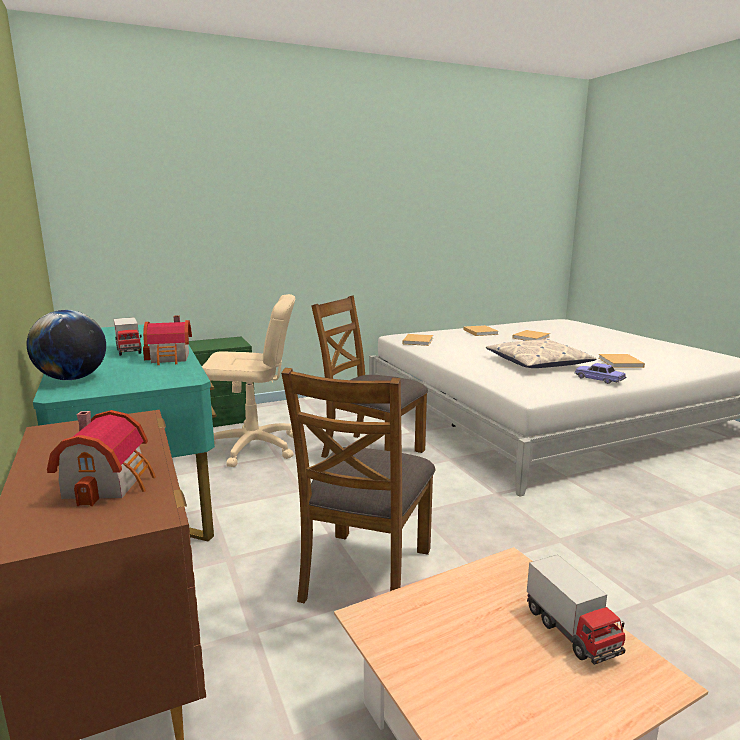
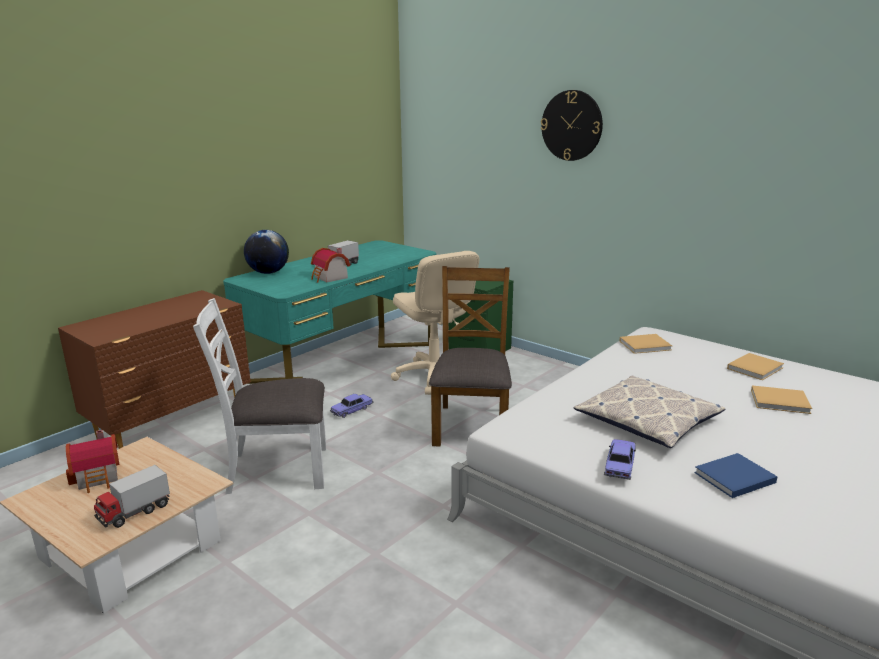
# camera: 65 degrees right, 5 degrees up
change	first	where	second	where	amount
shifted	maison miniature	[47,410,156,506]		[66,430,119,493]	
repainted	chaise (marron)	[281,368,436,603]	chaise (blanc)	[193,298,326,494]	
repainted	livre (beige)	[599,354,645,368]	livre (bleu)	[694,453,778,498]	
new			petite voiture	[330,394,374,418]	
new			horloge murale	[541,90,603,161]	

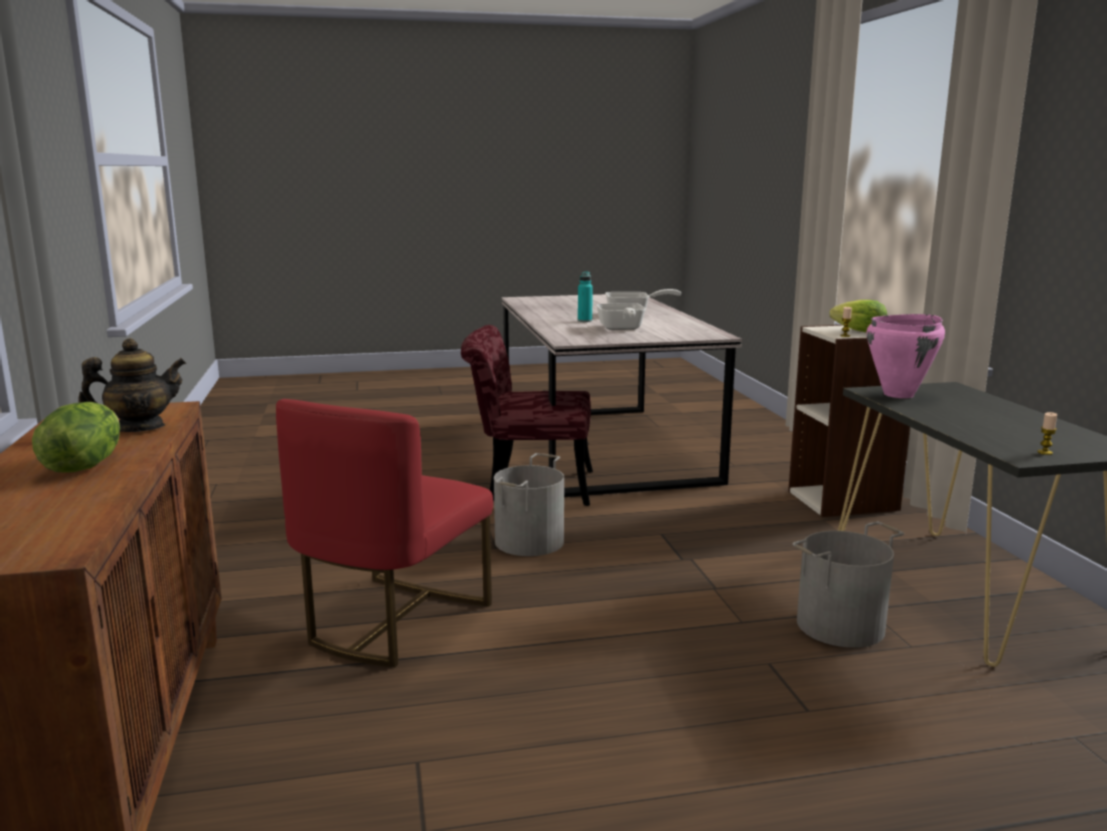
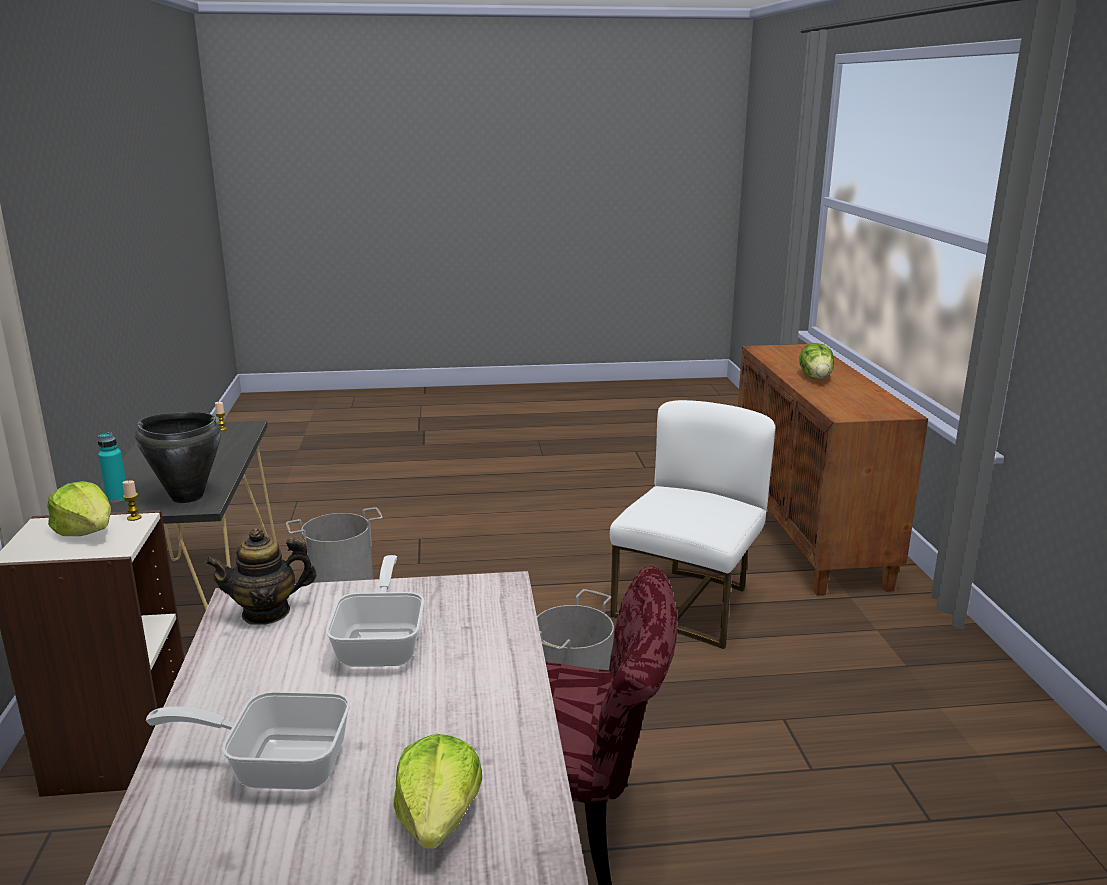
# camera: 175 degrees left, 5 degrees up
change	first	where	second	where	amount
shifted	théière	[79,338,186,432]		[205,528,316,625]	
repainted	chaise (rouge)	[276,399,493,668]	chaise (blanc)	[610,400,775,649]	
shifted	bouteille (turquoise)	[578,271,593,322]		[98,432,126,503]	
repainted	marmite (rose)	[866,314,945,398]	marmite (noir)	[135,412,221,503]	
new			laitue	[393,734,482,849]	

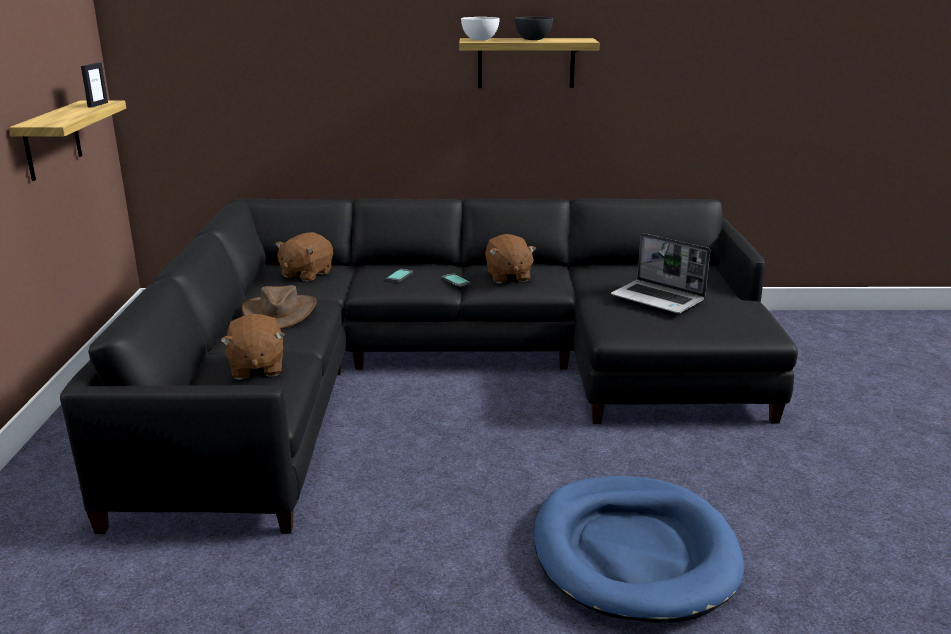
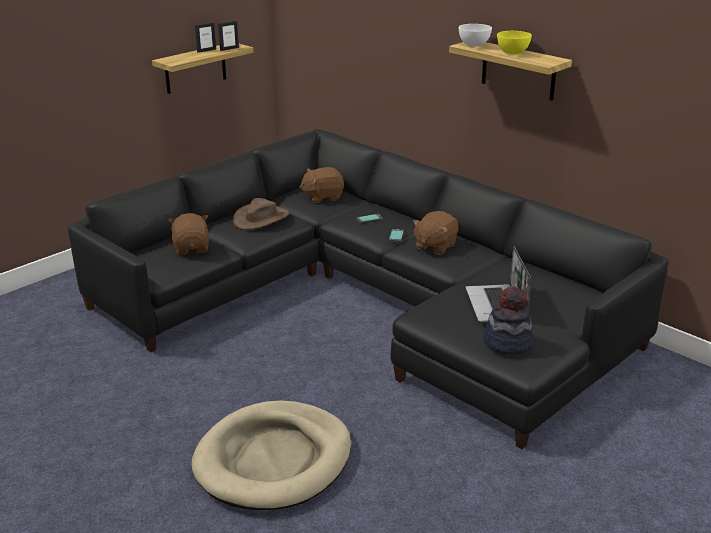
# camera: 45 degrees right, 5 degrees up
change	first	where	second	where	amount
rotated	peluche (marron)	[220,314,285,380]		[168,213,209,255]	135 degrees clockwise
repainted	bol (gris)	[515,17,553,40]	bol (jaune)	[497,31,532,54]	
repainted	panier pour chien (bleu)	[534,476,744,623]	panier pour chien (beige)	[191,401,351,510]	
new			cadre photo	[195,22,216,53]	
new			chapeau	[483,286,533,355]	

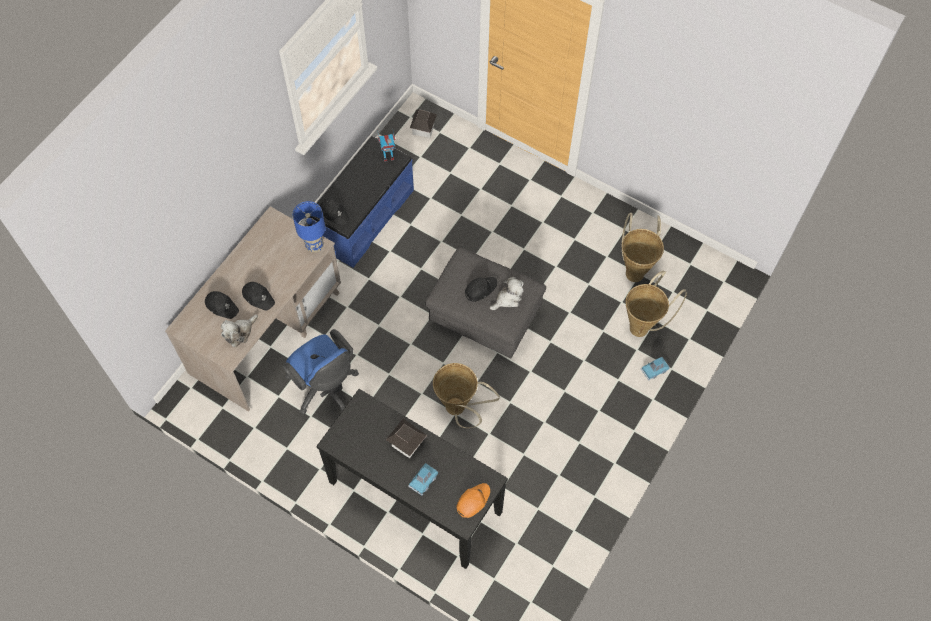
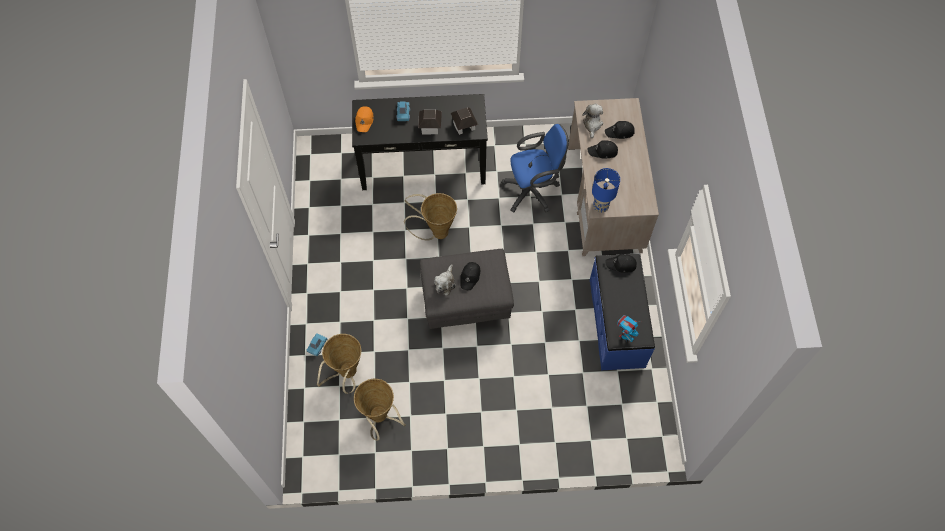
# camera: 145 degrees right, 0 degrees up
change	first	where	second	where	amount
rotated	chaise de bureau (bleu)	[283,329,359,415]		[501,124,569,212]	150 degrees clockwise
shifted	maison miniature	[410,109,437,138]		[451,108,478,135]	

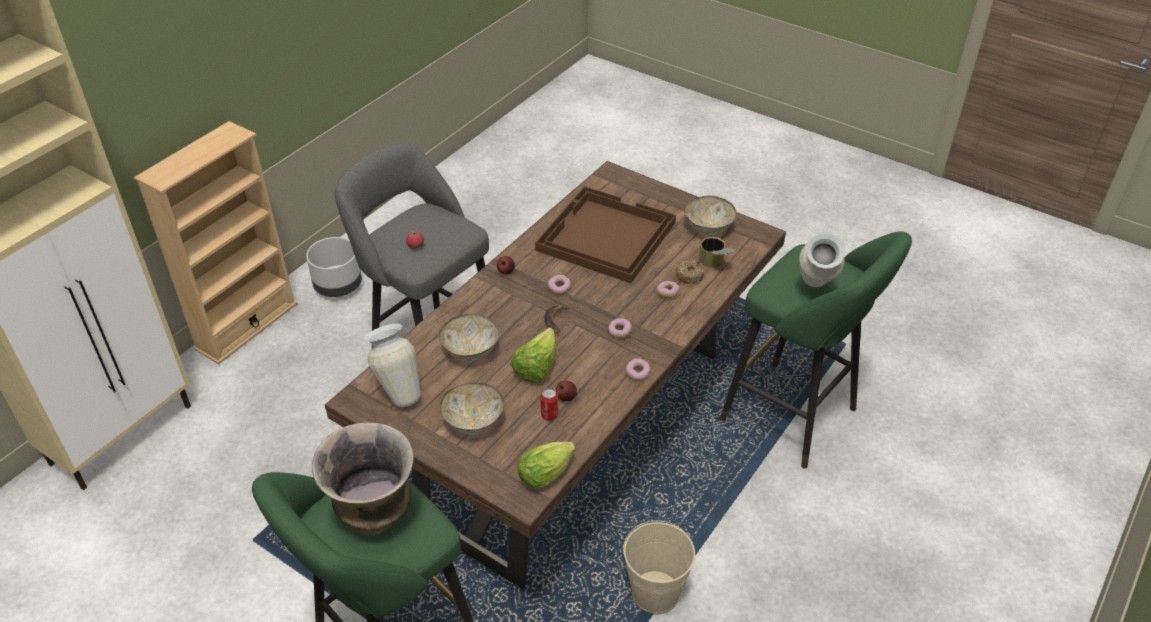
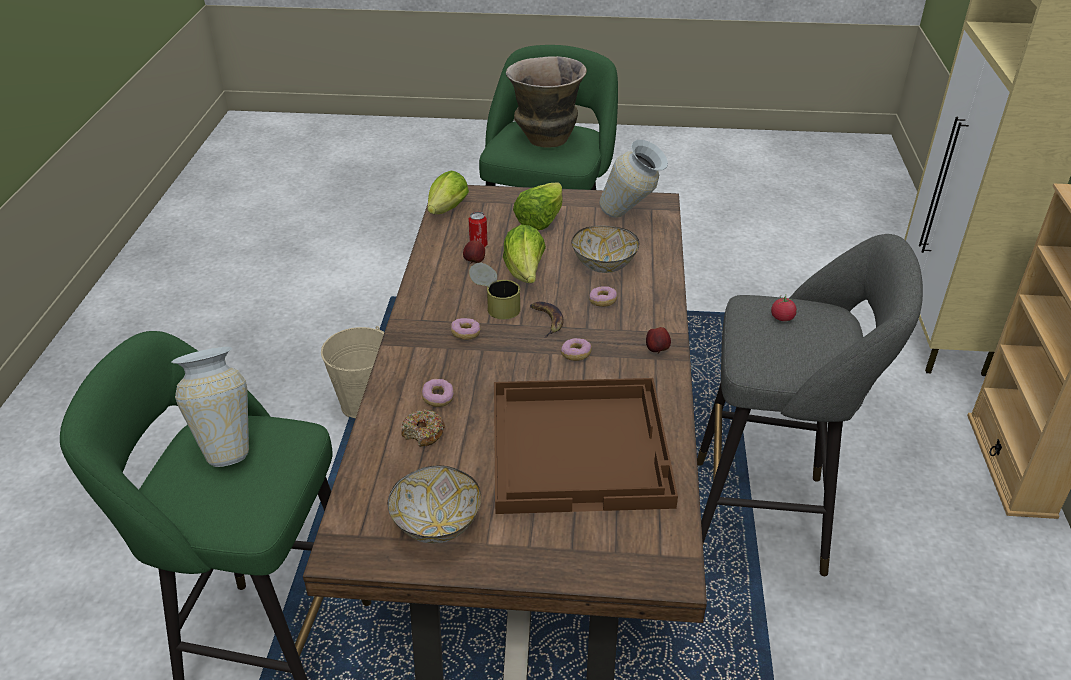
# camera: 150 degrees right, 5 degrees down
change	first	where	second	where	amount
gone	cache-pot (gris)	[306,237,362,297]			
swapped	bol	[440,383,504,434]	laitue	[513,182,563,230]	
shifted	beignet	[626,359,650,381]		[589,287,617,307]	
shifted	boîte métallique	[699,237,735,267]		[469,263,521,320]	

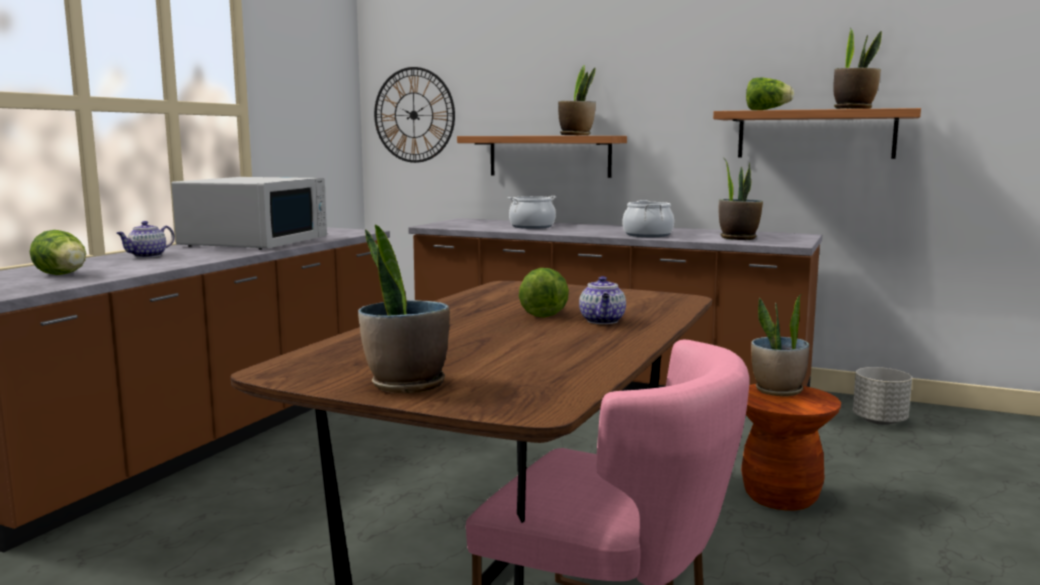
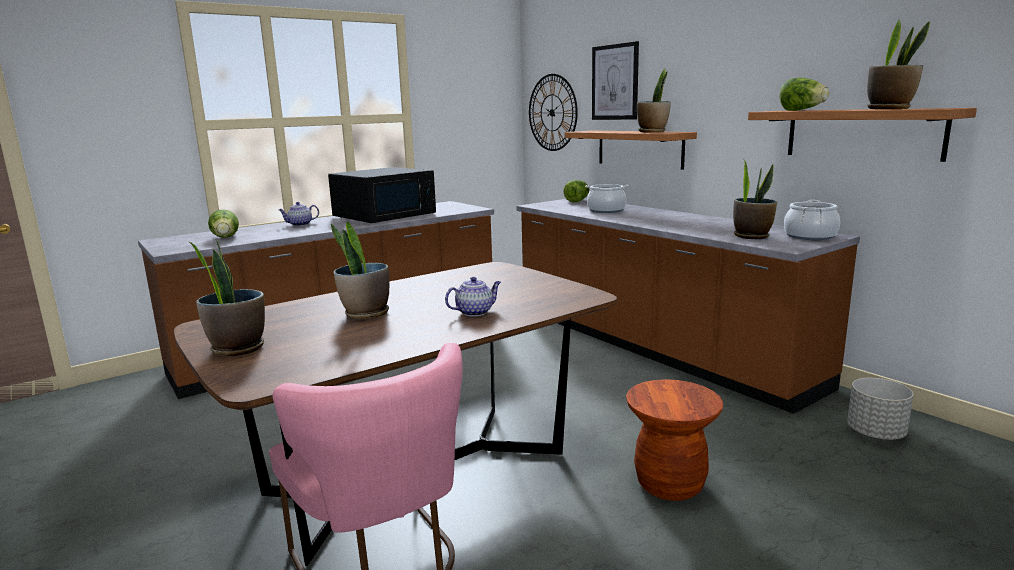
# camera: 30 degrees right, 5 degrees up
change	first	where	second	where	amount
repainted	micro-ondes (blanc)	[171,177,327,250]	micro-ondes (noir)	[328,167,436,223]	
shifted	laitue	[519,268,569,318]		[564,180,589,202]	
rotated	théière	[579,276,626,324]		[445,277,501,316]	150 degrees counterclockwise
shifted	marmite	[623,200,674,237]		[784,200,840,240]	
shifted	plante en pot	[751,294,809,396]		[331,221,389,319]	
new			tableau	[592,41,639,120]	

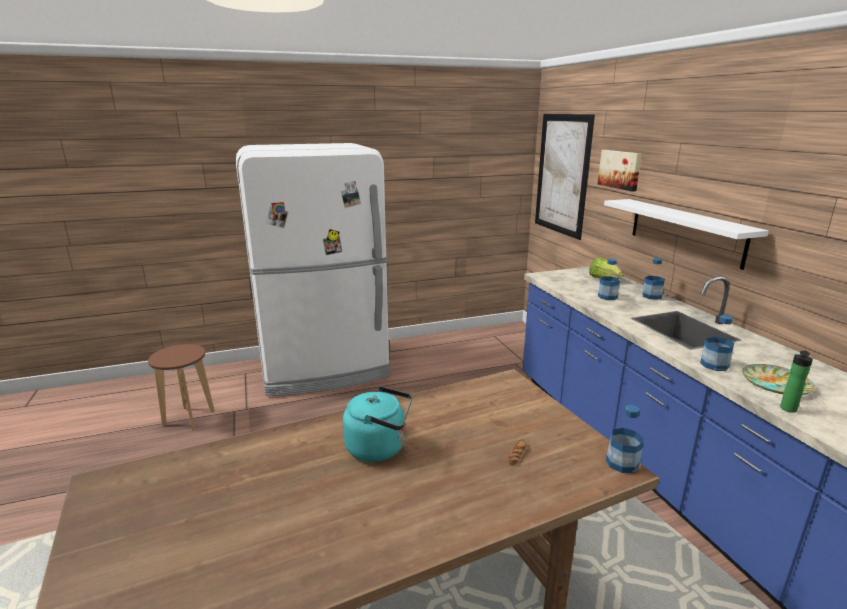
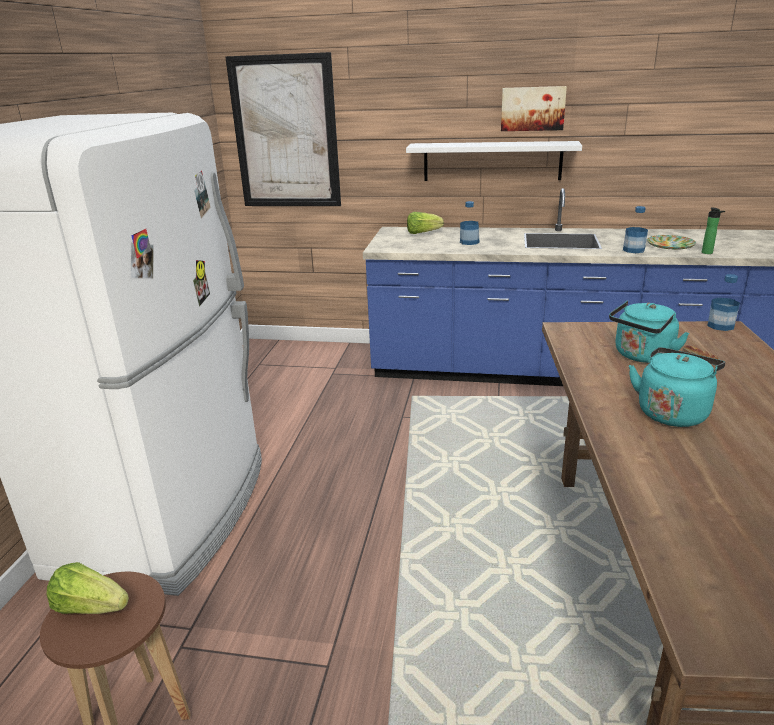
# camera: 60 degrees left, 5 degrees up
change	first	where	second	where	amount
shifted	tableau	[598,150,642,191]		[501,86,567,131]	
gone	bouteille	[642,258,665,300]			
new			laitue	[47,562,129,614]	
new			bouilloire (turquoise)	[609,301,690,363]	

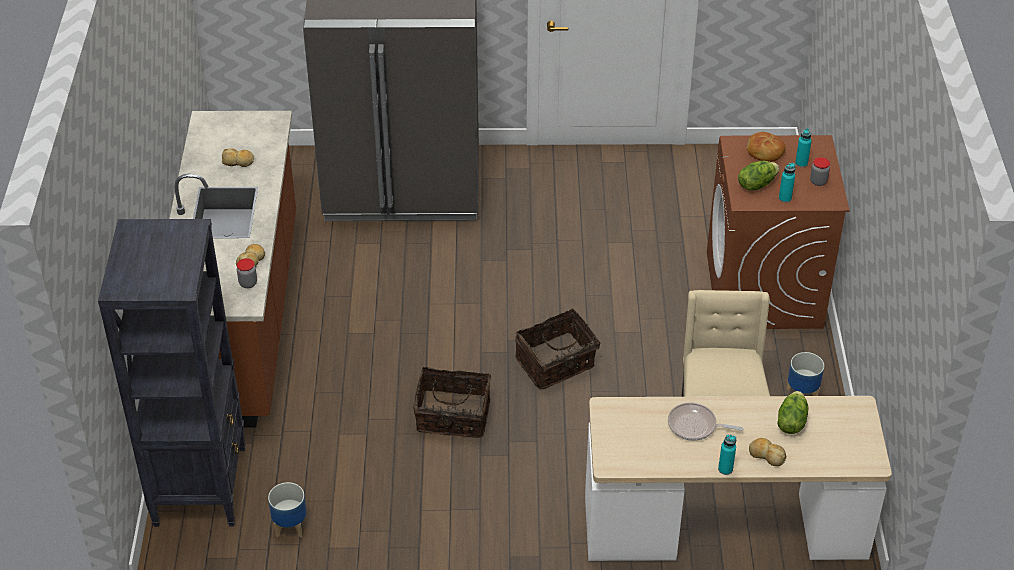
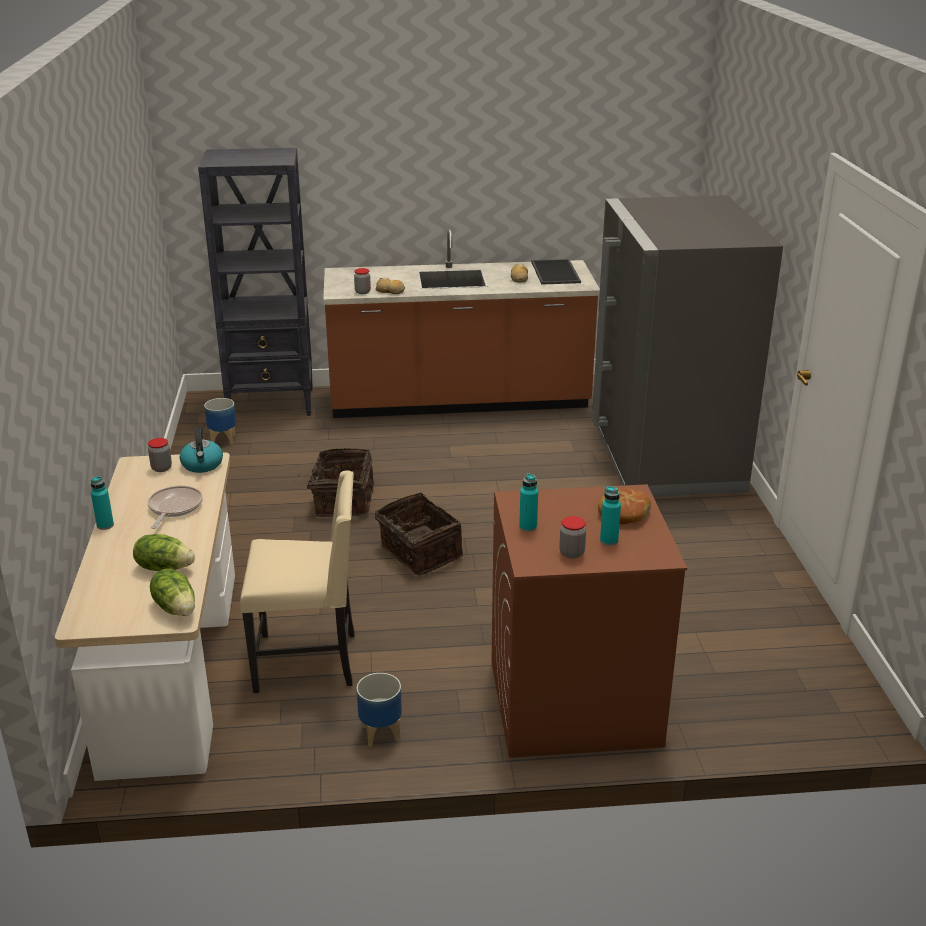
# camera: 85 degrees right, 15 degrees down
change	first	where	second	where	amount
shifted	laitue	[738,161,780,191]		[150,568,195,616]	
gone	pain	[749,438,787,466]			
new			bocal	[148,438,172,472]	
new			bouilloire	[180,427,223,473]	
new			plateau	[531,259,581,285]	

